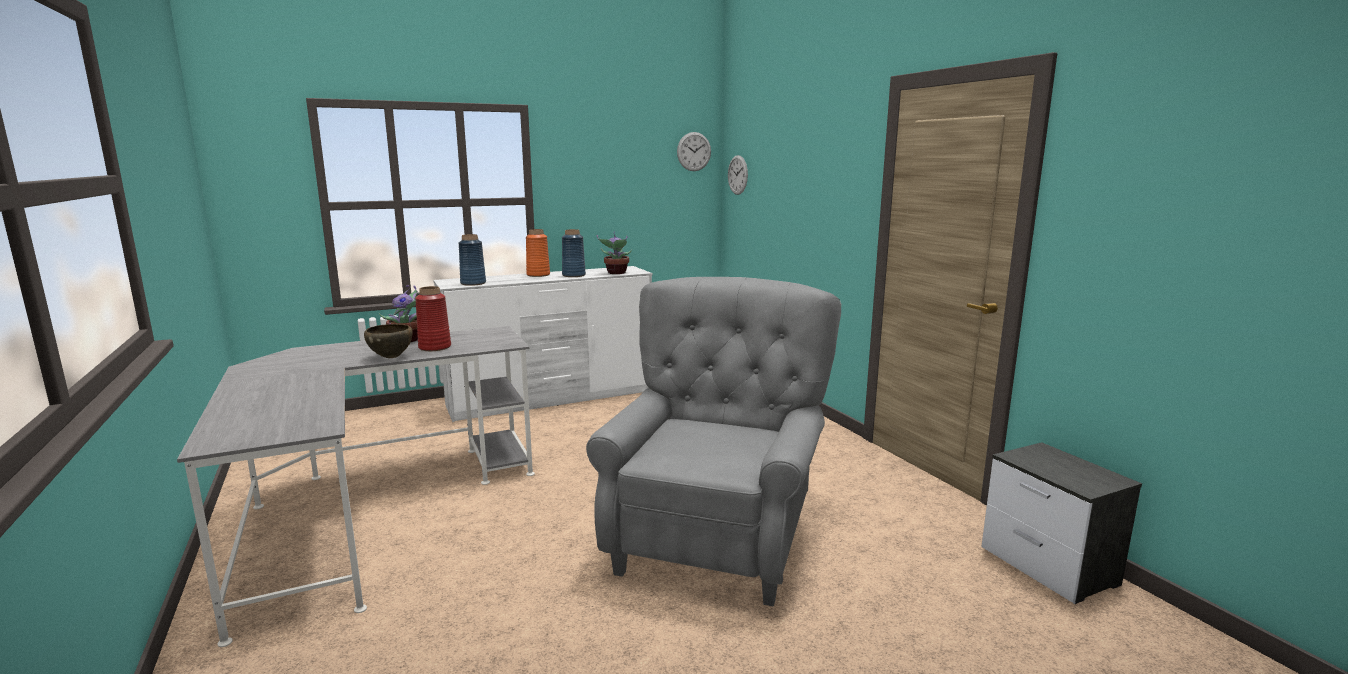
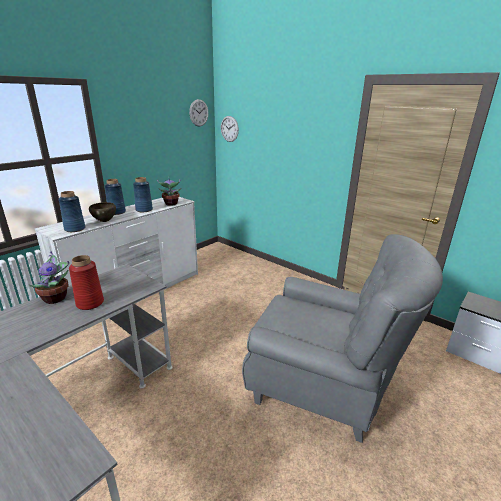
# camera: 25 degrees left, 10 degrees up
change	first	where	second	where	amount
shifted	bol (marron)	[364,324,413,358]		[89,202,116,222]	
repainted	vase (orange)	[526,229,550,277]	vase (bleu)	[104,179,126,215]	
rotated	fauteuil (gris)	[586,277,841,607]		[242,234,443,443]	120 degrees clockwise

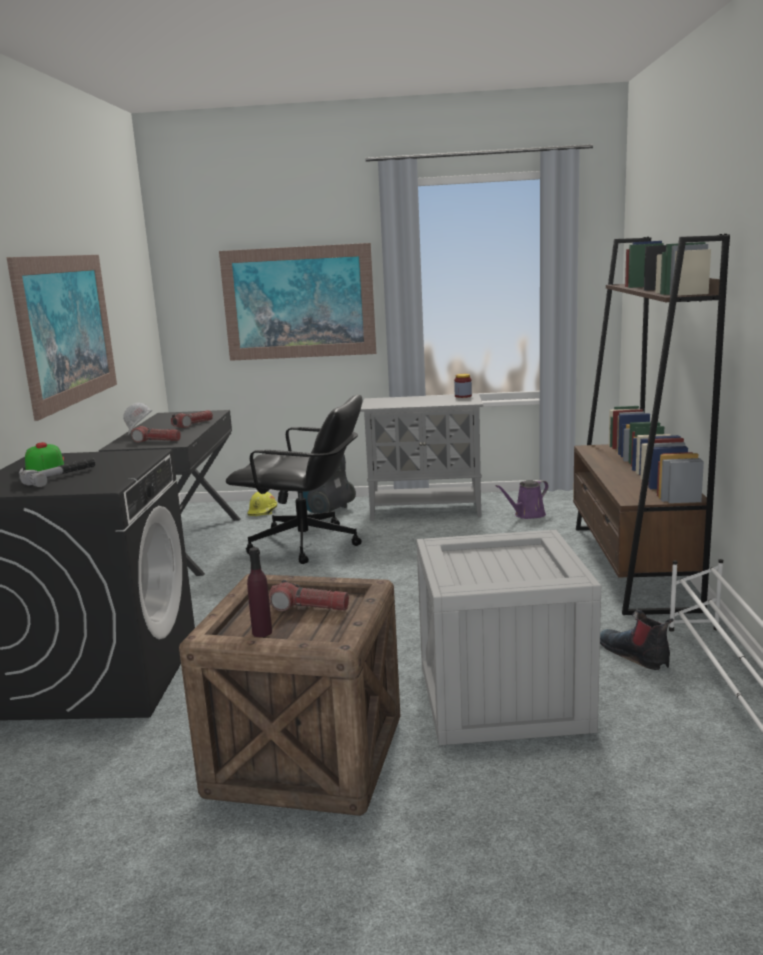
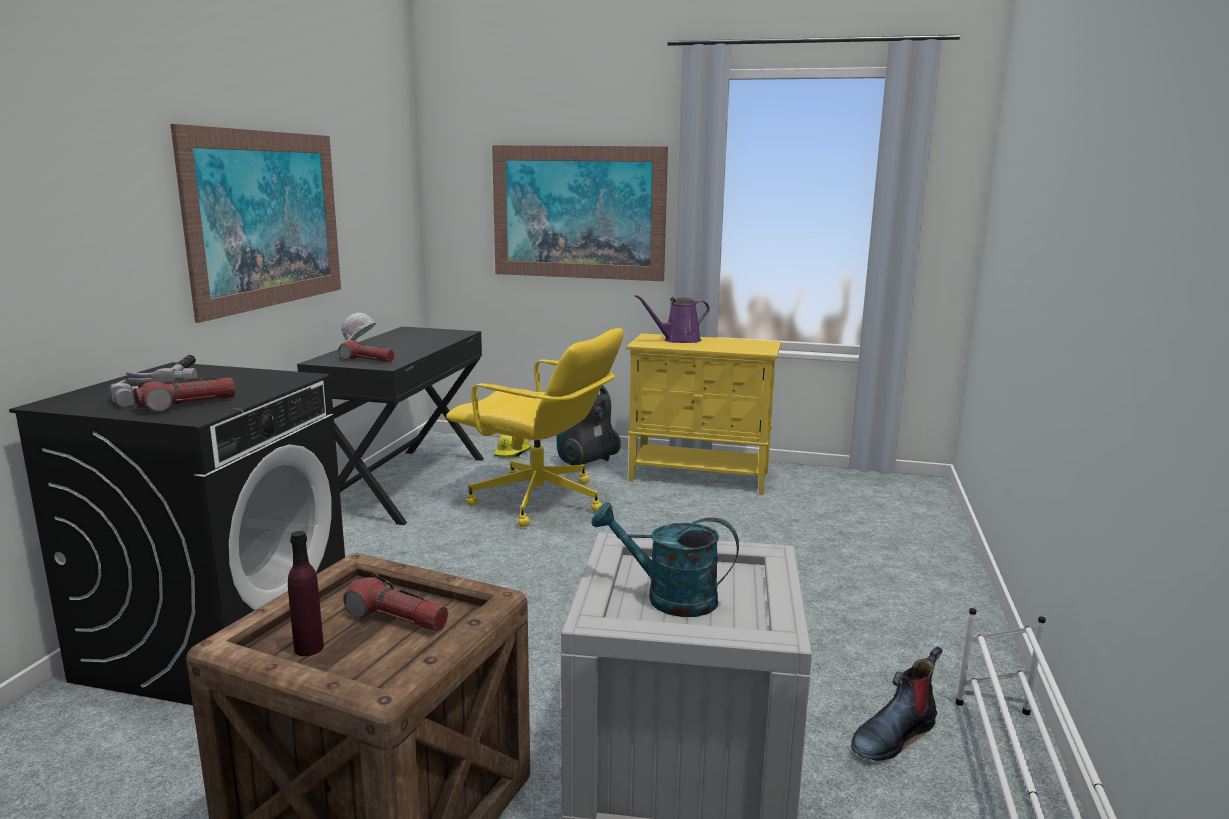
# camera: 10 degrees right, 0 degrees up
change	first	where	second	where	amount
swapped	casquette	[25,442,64,471]	marteau	[126,355,197,383]	
shifted	lampe de poche	[171,410,213,428]		[133,378,235,412]	
repainted	chaise de bureau (noir)	[226,394,363,564]	chaise de bureau (jaune)	[446,328,624,527]	
repainted	meuble de rangement (gris)	[360,394,483,521]	meuble de rangement (jaune)	[626,333,781,495]	
gone	bocal	[454,374,472,398]			
shifted	arrosoir (violet)	[496,480,549,519]		[635,295,710,343]	
gone	bibliothèque (marron)	[573,234,730,615]			
rotated	botte	[600,610,674,670]		[851,646,943,761]	105 degrees counterclockwise
new			arrosoir (turquoise)	[591,502,739,617]	

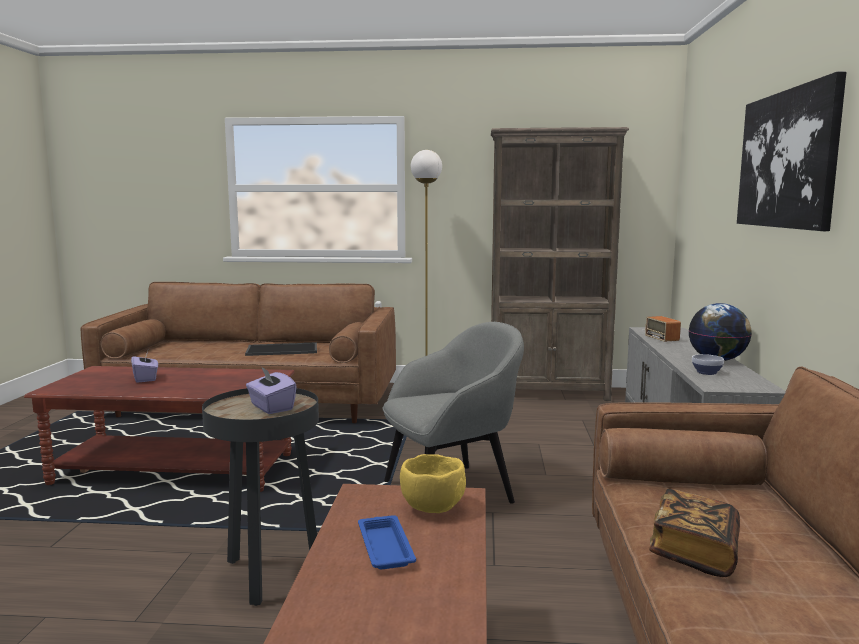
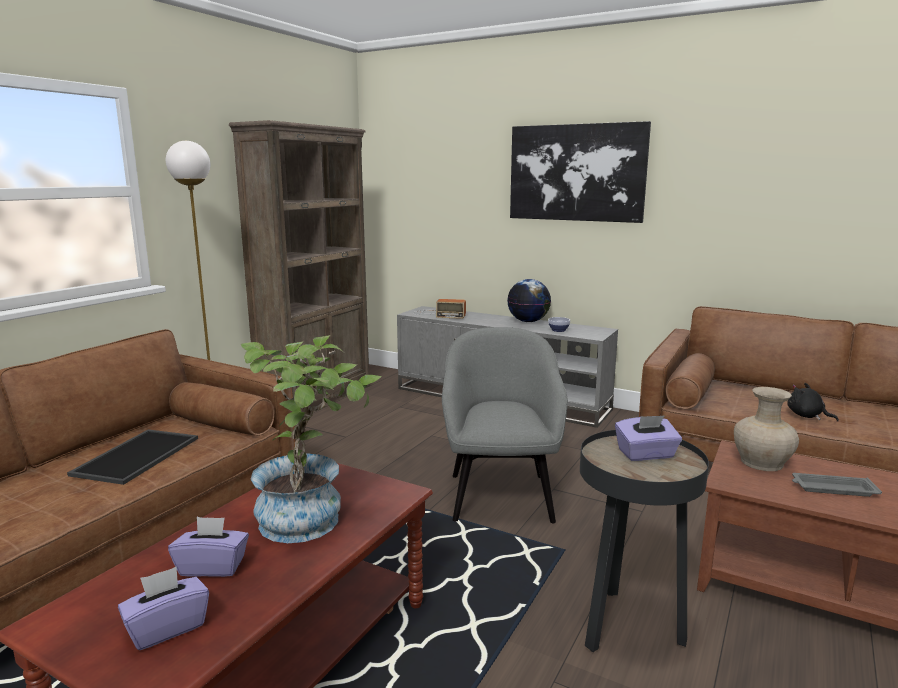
# camera: 65 degrees left, 5 degrees up
change	first	where	second	where	amount
repainted	plateau (bleu)	[358,515,416,570]	plateau (gris)	[792,473,882,497]	
swapped	bol (jaune)	[400,454,466,513]	vase (beige)	[734,387,799,471]	
swapped	livre	[649,489,740,577]	peluche (noir)	[787,383,839,422]	
new			boîte à mouchoirs (violet)	[118,567,209,650]	
new			plante en pot	[241,335,382,543]	

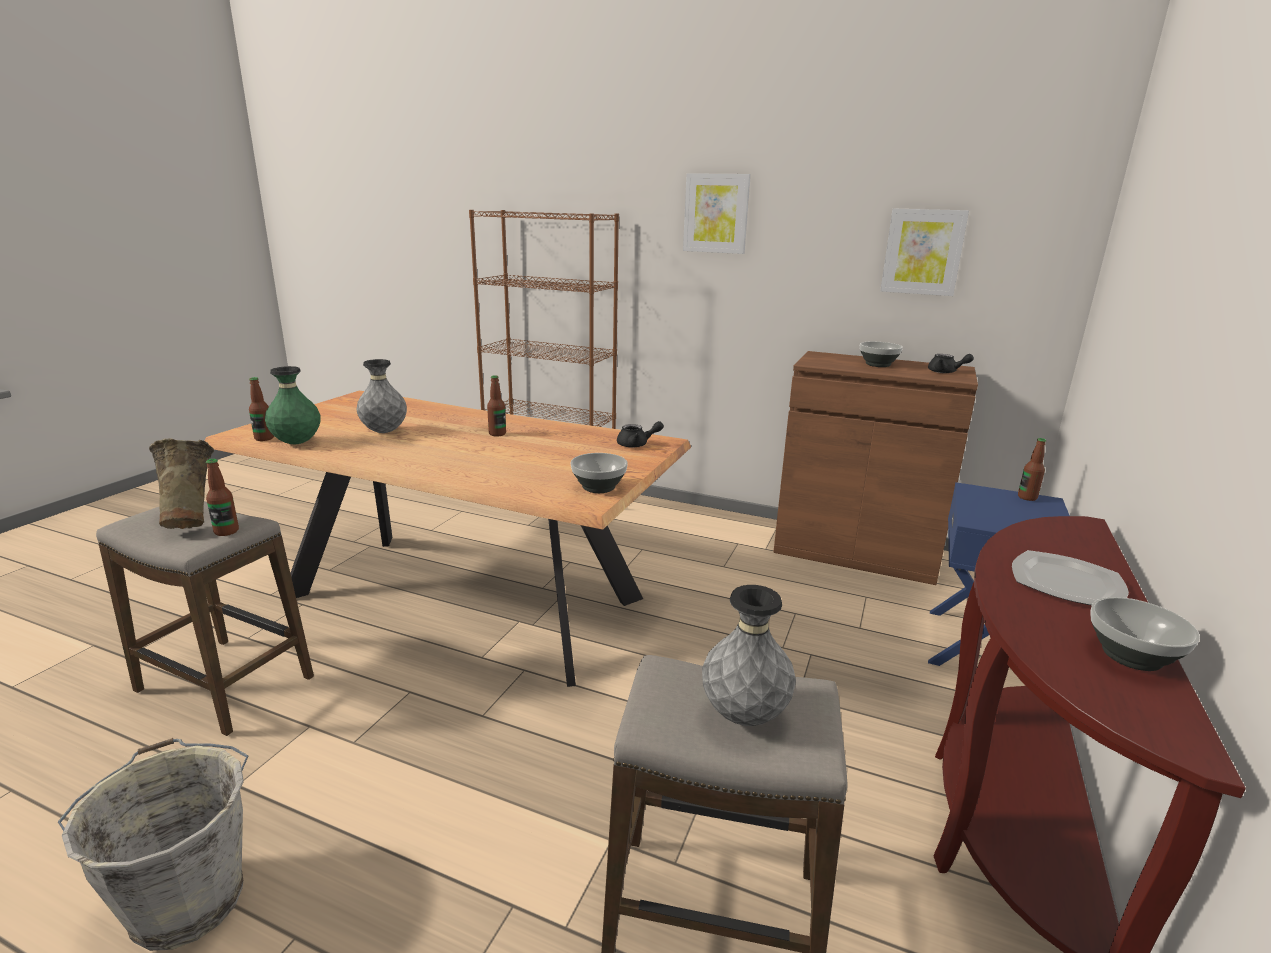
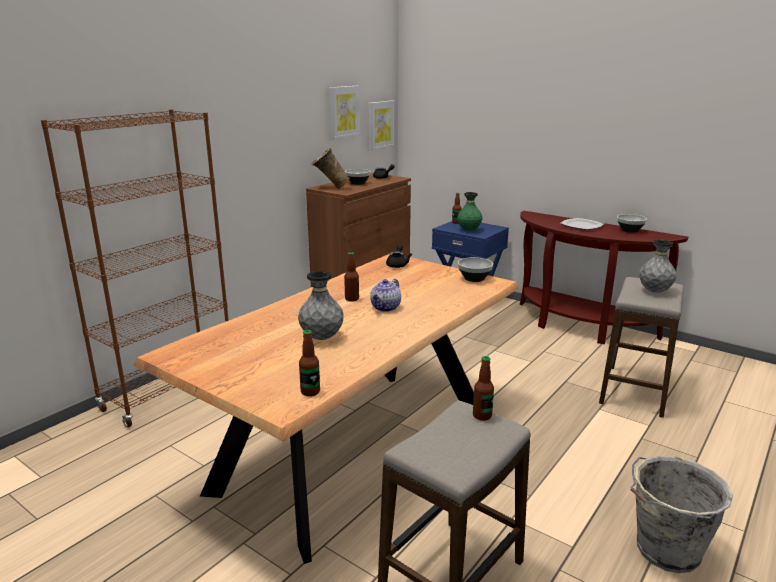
# camera: 75 degrees left, 0 degrees up
change	first	where	second	where	amount
shifted	vase (beige)	[149,438,214,529]		[312,148,350,189]	
shifted	vase (vert)	[265,366,321,444]		[457,192,482,231]	
shifted	tableau	[683,173,751,254]		[368,100,395,151]	
new			théière	[370,279,401,312]	

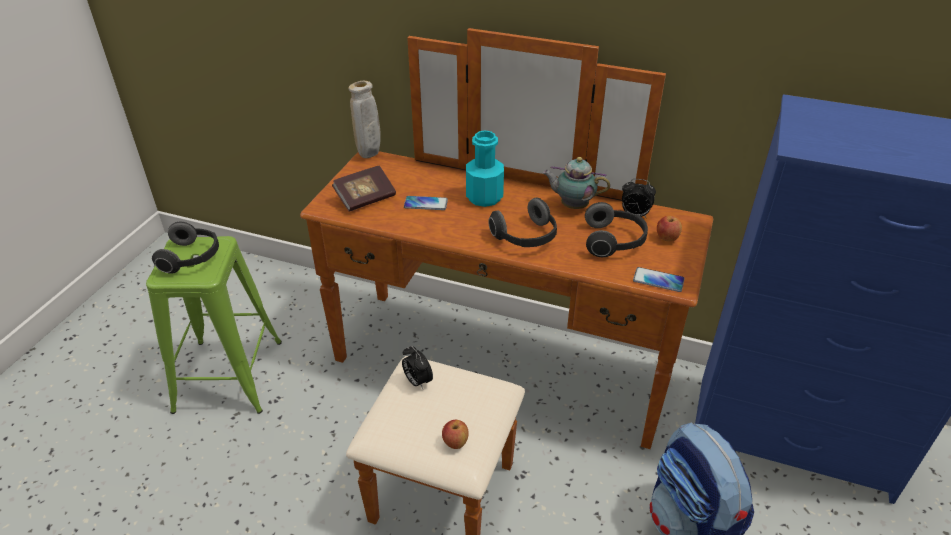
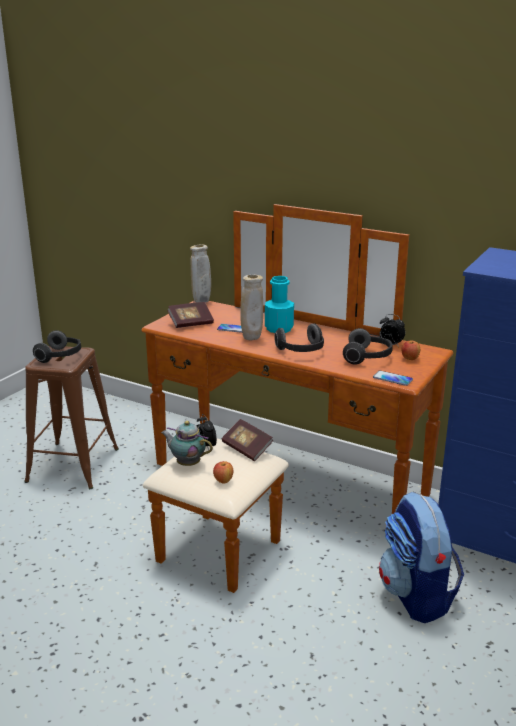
# camera: 10 degrees right, 15 degrees down
change	first	where	second	where	amount
repainted	tabouret (vert)	[146,236,282,414]	tabouret (marron)	[24,346,119,489]	
shifted	théière	[542,157,610,209]		[161,421,213,466]	
new			livre	[222,419,273,461]	
new			vase (beige)	[240,275,263,341]	

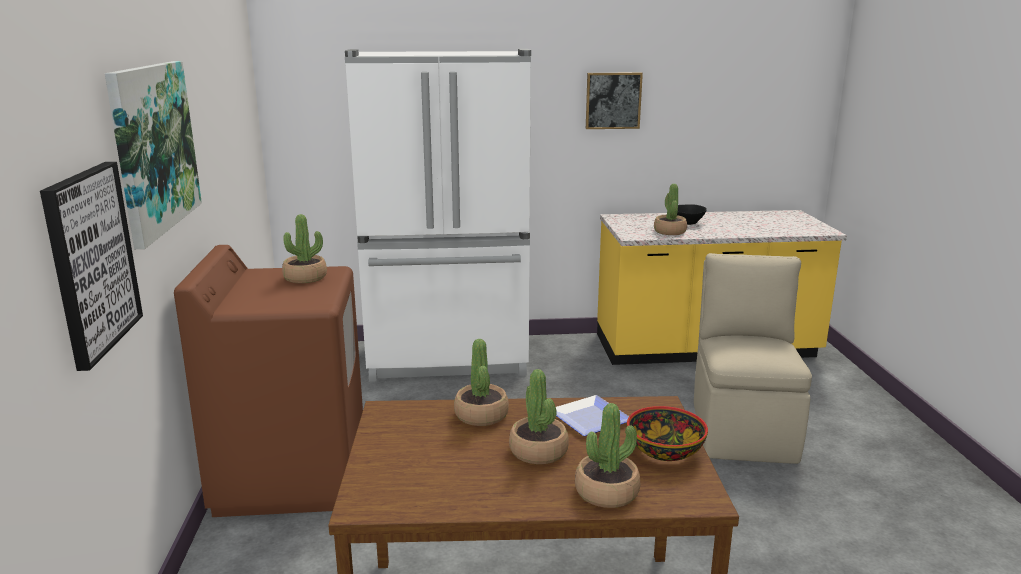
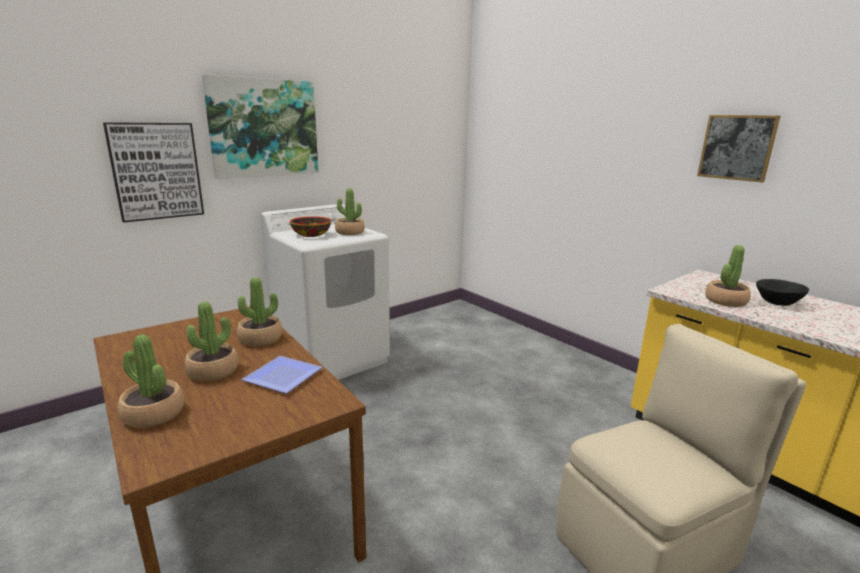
# camera: 55 degrees right, 0 degrees up
change	first	where	second	where	amount
repainted	lave-linge (marron)	[174,245,363,517]	lave-linge (blanc)	[261,204,390,380]	
gone	réfrigérateur (blanc)	[345,49,531,382]			
shifted	bol	[627,406,708,461]		[290,216,331,237]	

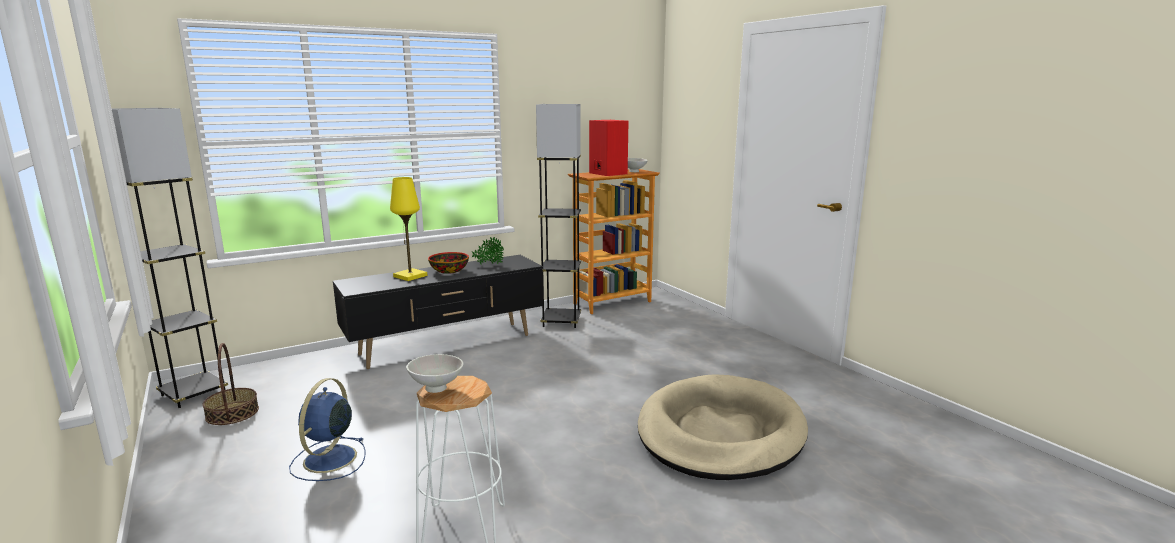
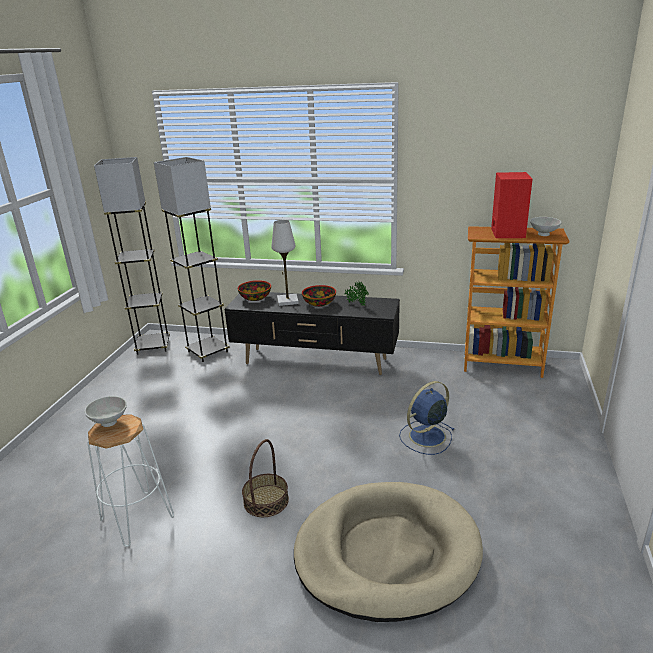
# camera: 45 degrees right, 10 degrees up
change	first	where	second	where	amount
shifted	panier	[202,343,259,425]		[242,439,289,517]	
shifted	ventilateur (bleu)	[289,378,365,481]		[399,381,455,455]	
repainted	lampe de table (jaune)	[390,177,427,281]	lampe de table (blanc)	[272,220,299,306]	
shifted	lampadaire (gris)	[536,104,581,328]		[154,157,230,362]	
new			bol	[238,280,271,301]	

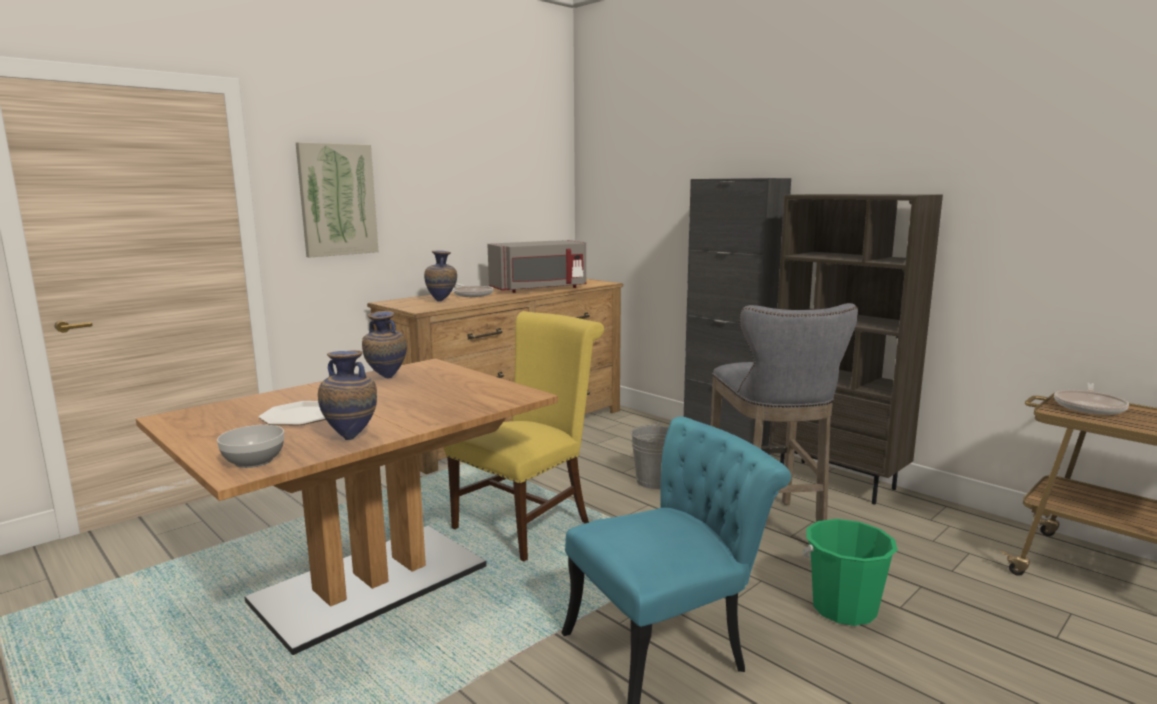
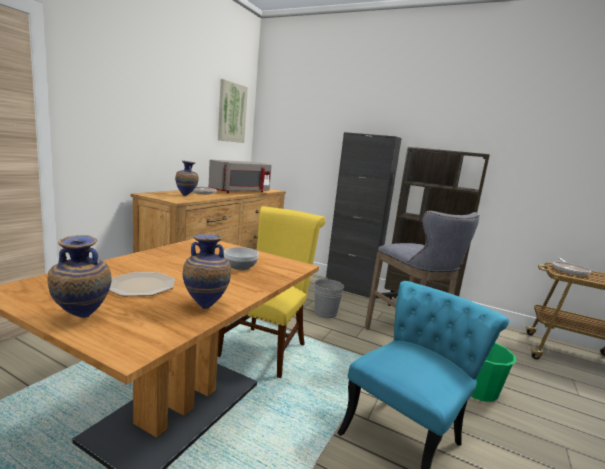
# camera: 20 degrees left, 0 degrees up
change	first	where	second	where	amount
shifted	bol	[217,425,284,468]		[224,247,259,270]	
shifted	tableau	[296,142,378,258]		[218,79,248,143]	
shifted	vase	[362,311,407,378]		[48,235,111,318]	

